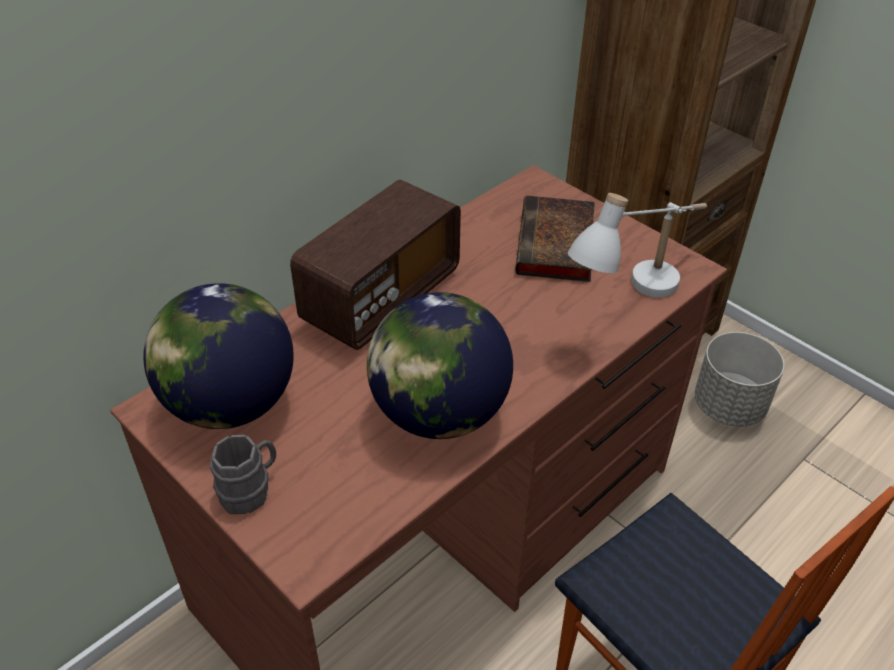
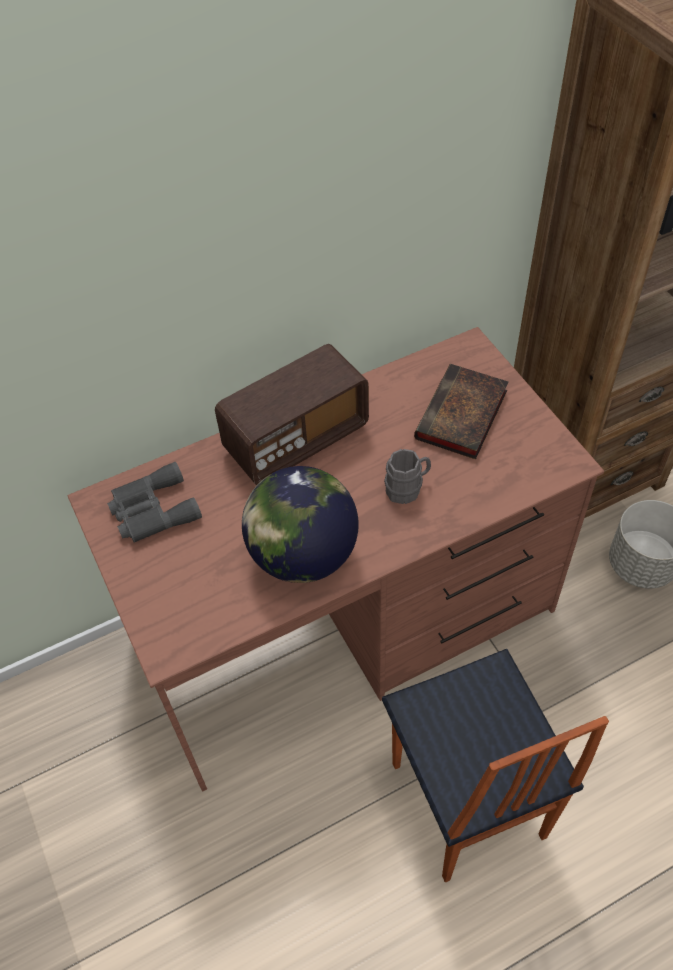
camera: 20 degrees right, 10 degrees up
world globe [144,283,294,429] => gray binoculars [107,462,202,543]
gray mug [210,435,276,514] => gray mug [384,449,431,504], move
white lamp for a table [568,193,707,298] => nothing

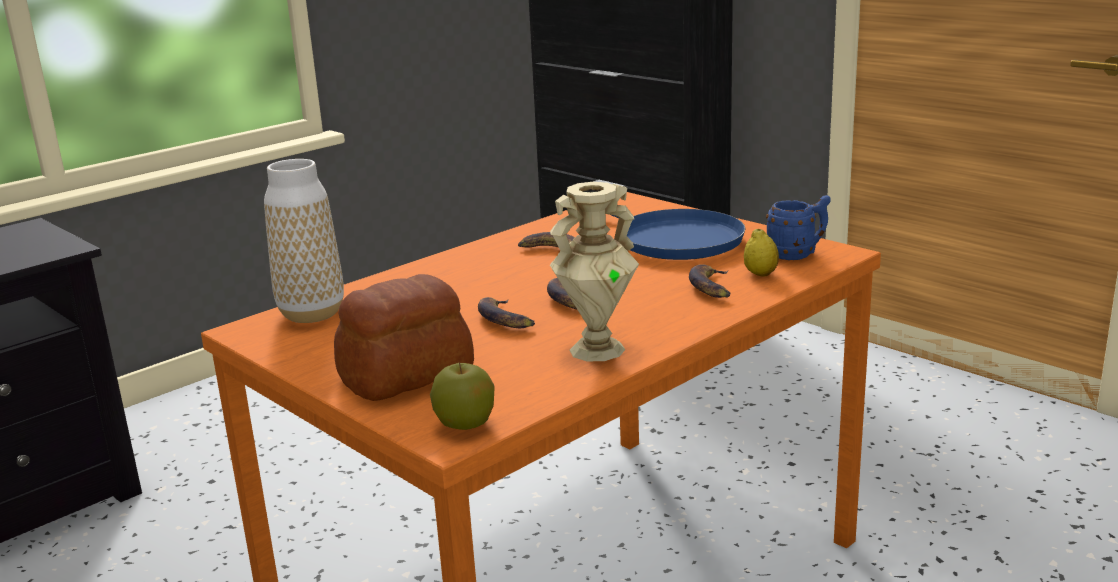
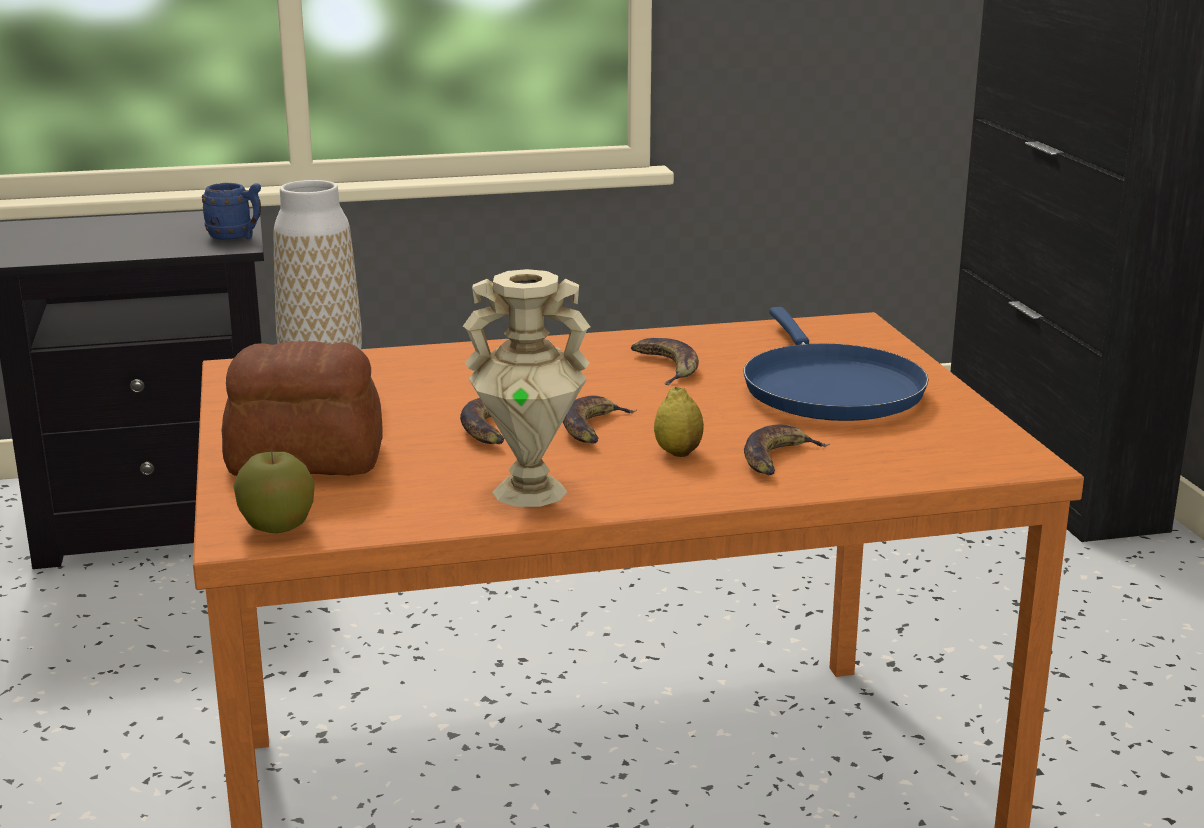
camera: 30 degrees right, 0 degrees up
bluish mug [766,195,831,260] => bluish mug [202,183,261,240], move
whole lemon [744,229,779,276] => whole lemon [654,387,704,457], move

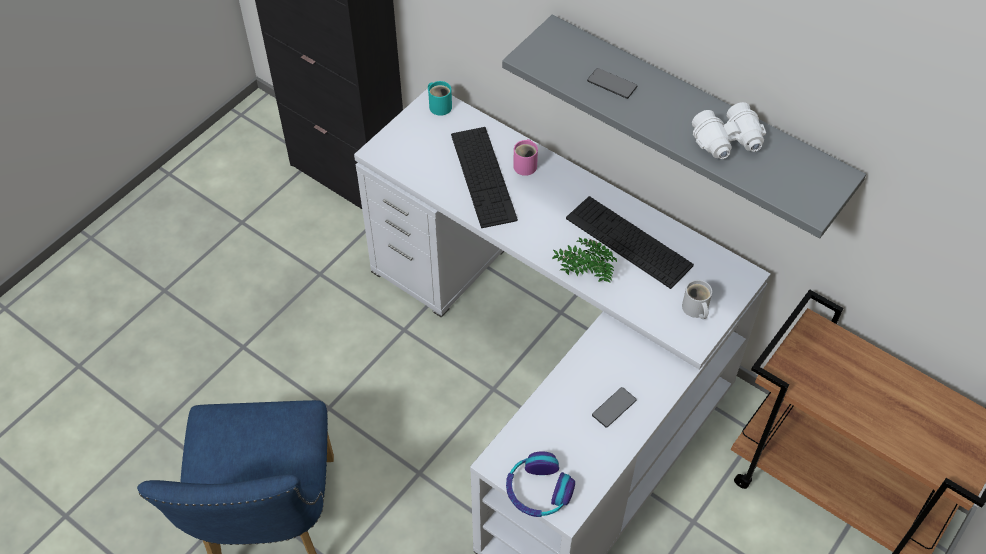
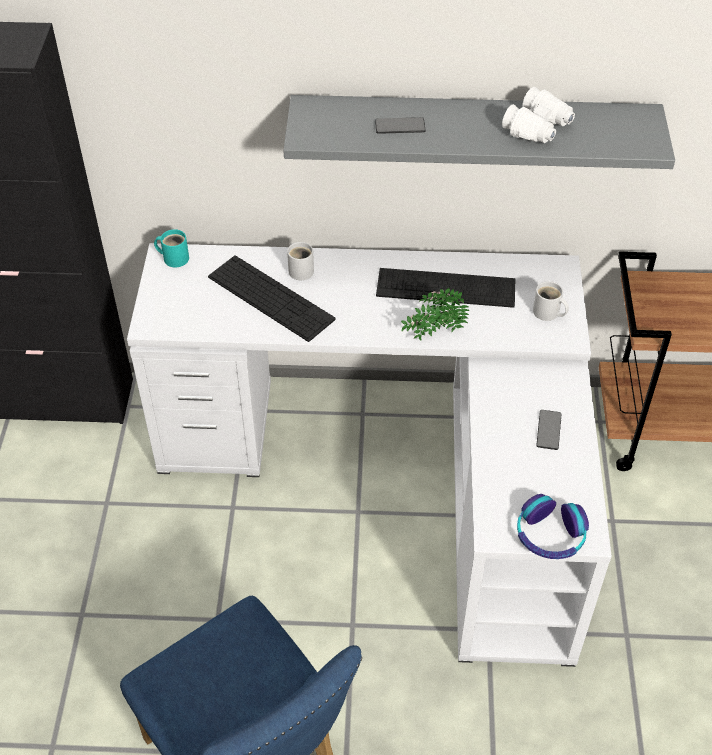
camera: 35 degrees left, 5 degrees down
pink mug [513,139,538,176] => white mug [287,242,314,280]

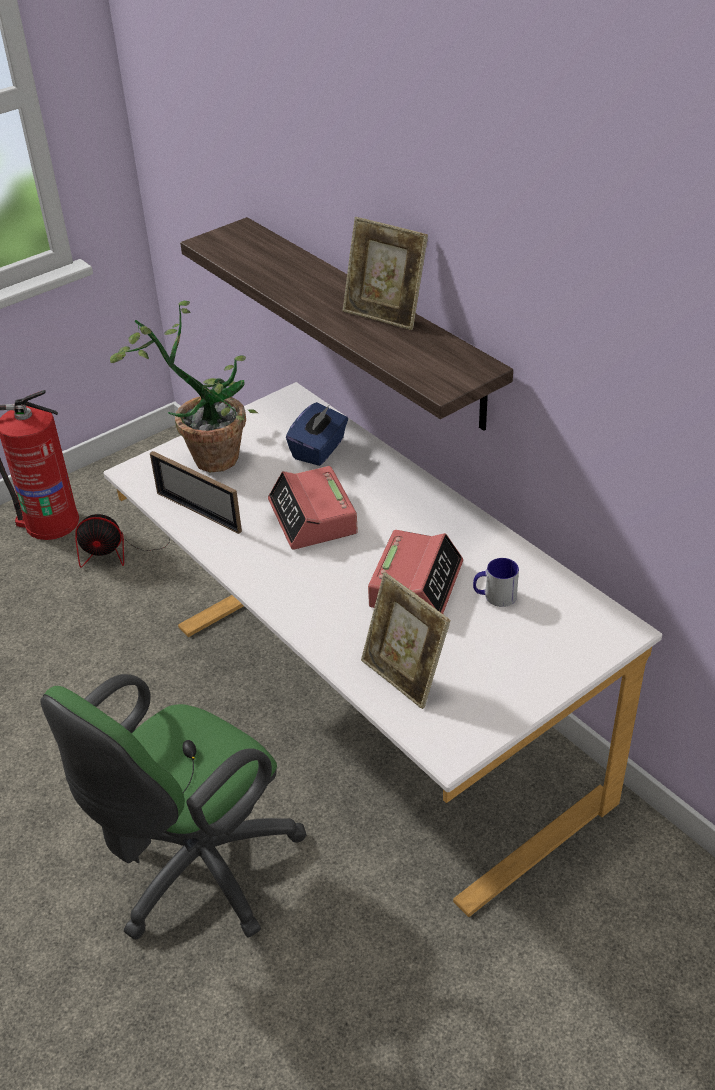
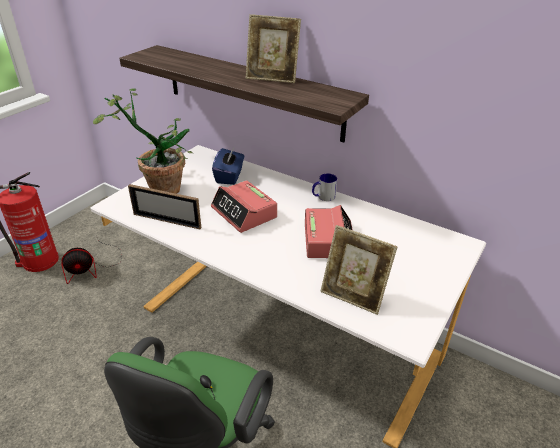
camera: 20 degrees left, 5 degrees down
mug [473,558,519,607] => mug [312,173,337,201], move

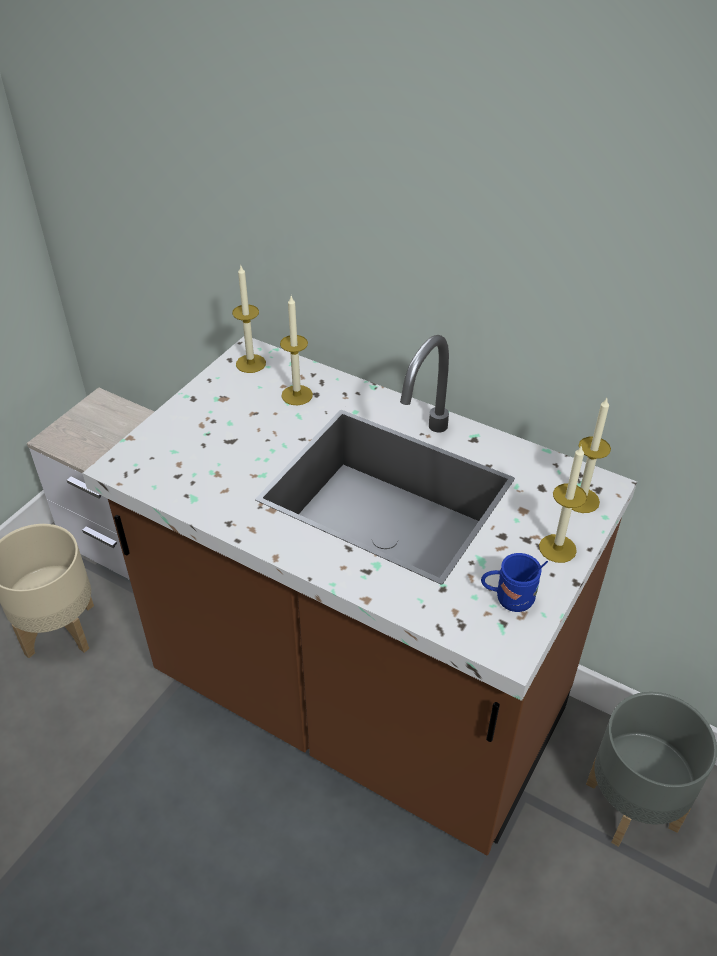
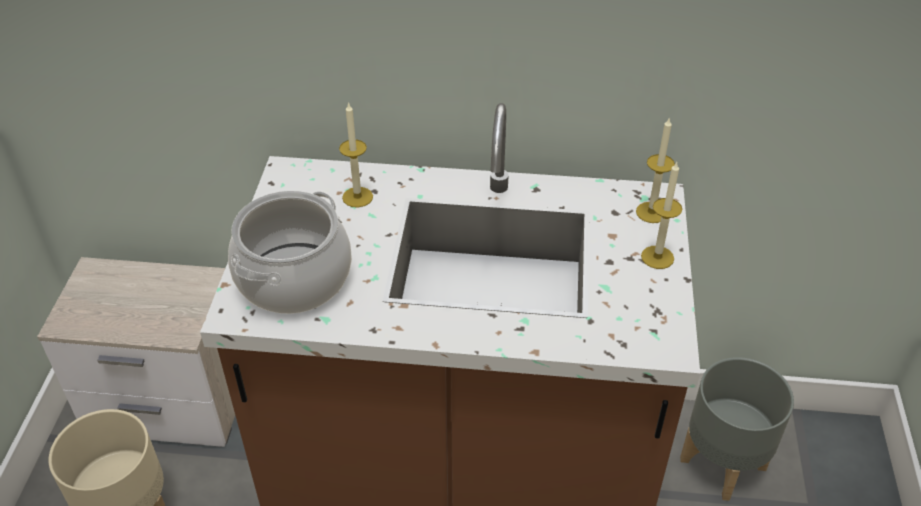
camera: 25 degrees left, 0 degrees up
nothing => saucepot [228,191,352,314]
candle [232,266,266,373] => nothing
bluish mug [481,553,548,612] => nothing

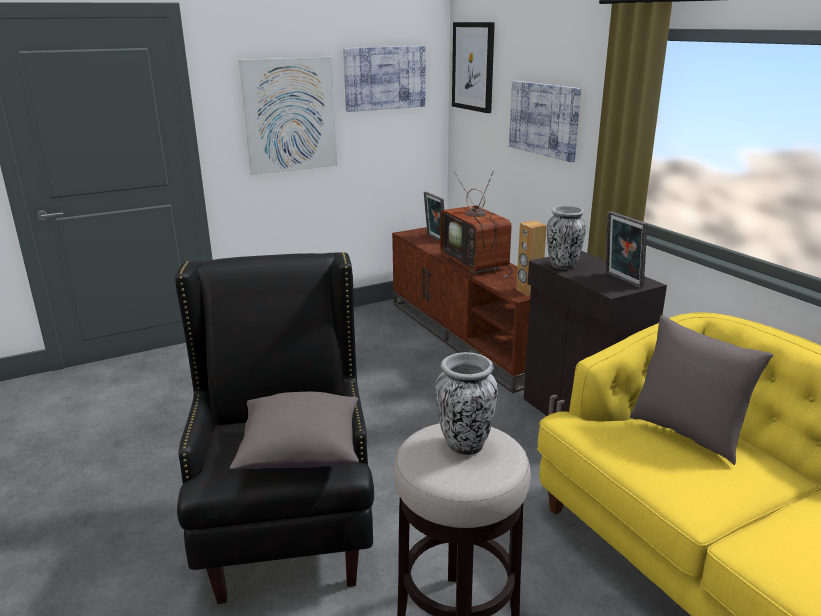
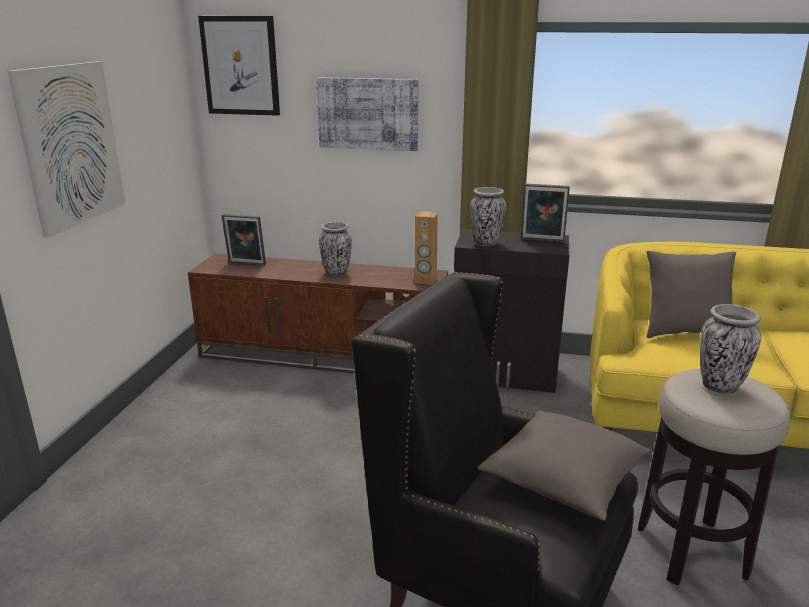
camera: 50 degrees left, 0 degrees up
television [440,171,513,278] => flower vase [319,222,352,276]
wall picture [343,46,425,112] => nothing

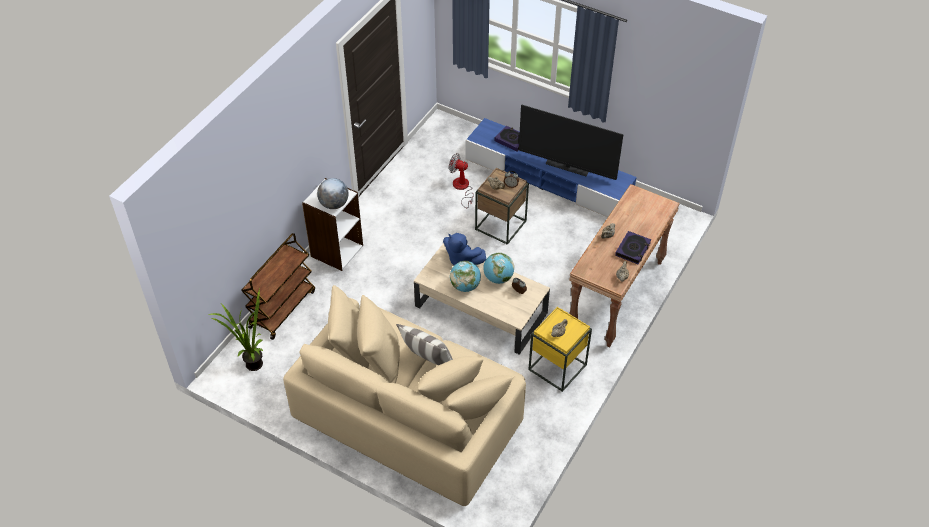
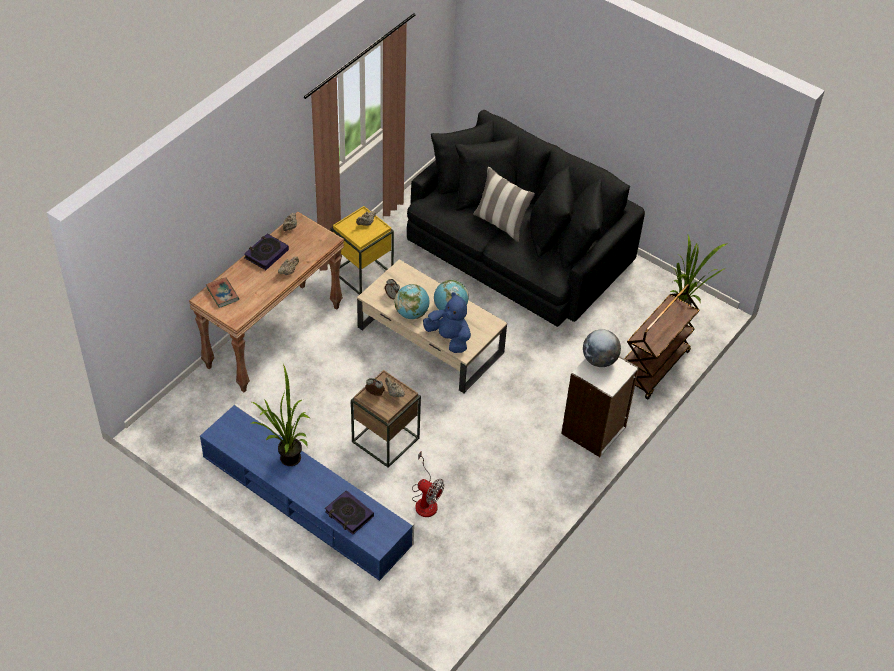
camera: 175 degrees left, 0 degrees up
nothing => book [206,277,239,308]
television [519,105,623,180] => potted plant [252,364,310,466]
beige sofa [283,285,526,506] => blackish sofa [407,110,645,327]

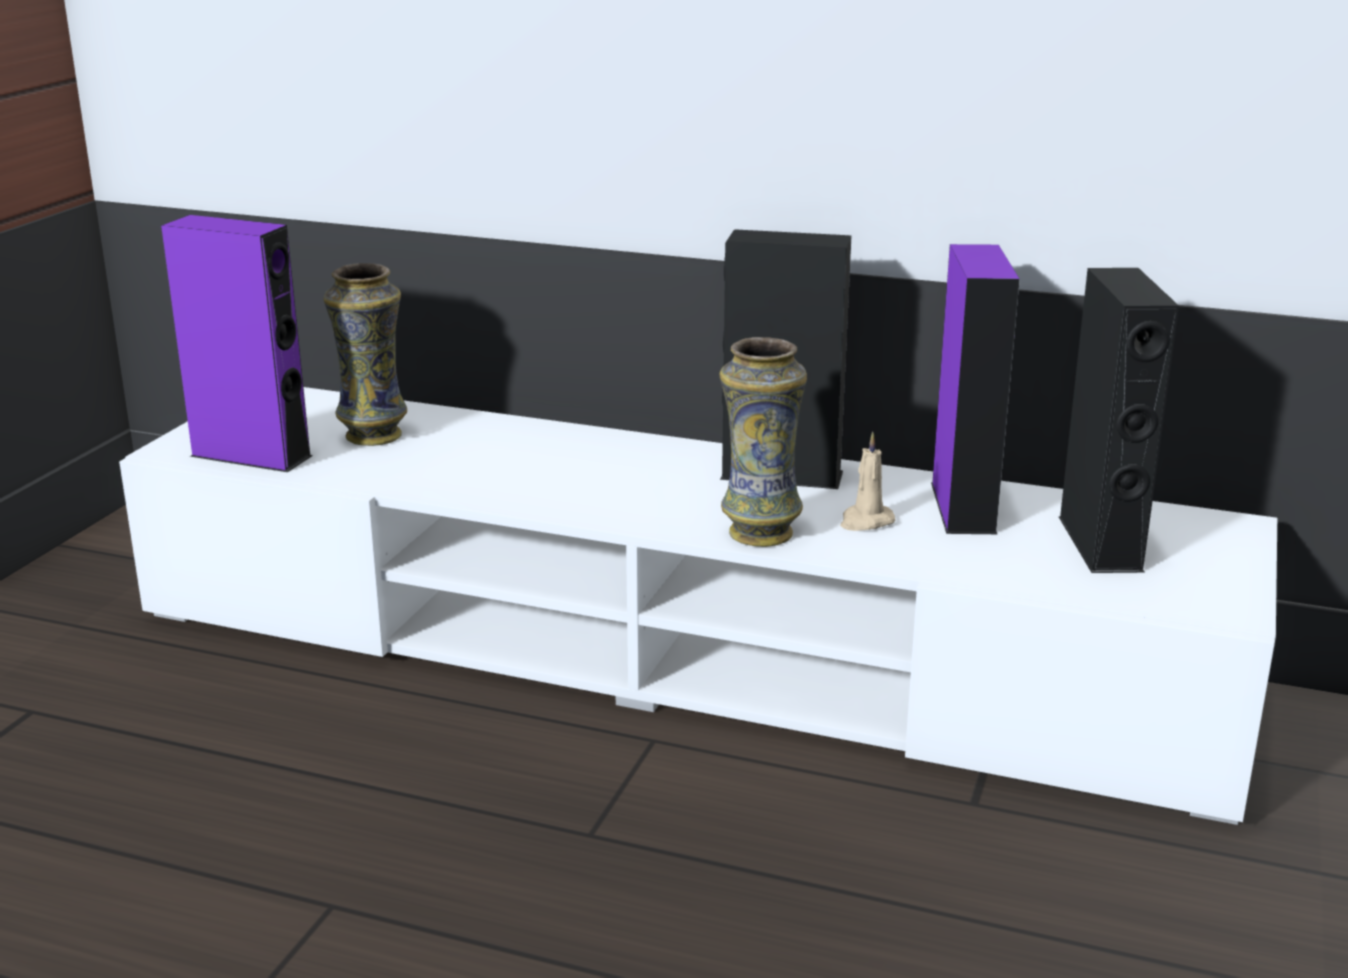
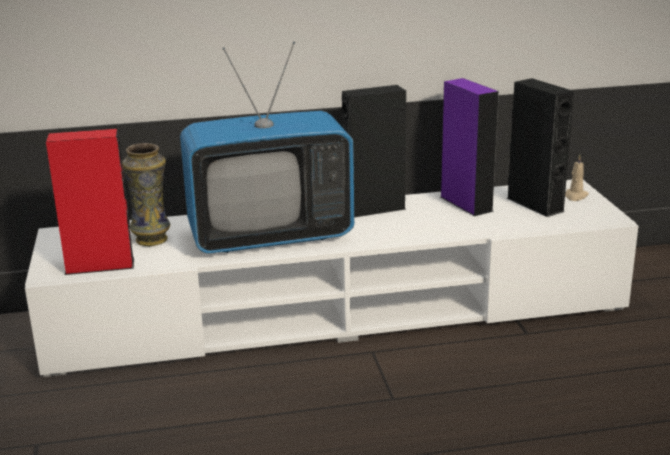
camera: 30 degrees left, 0 degrees up
purple-coloured loudspeaker [161,215,313,472] => reddish loudspeaker [46,129,134,275]
nothing => television [180,42,354,253]
beige candle [840,432,895,531] => beige candle [565,154,589,201], move
flower vase [720,337,807,547] => nothing

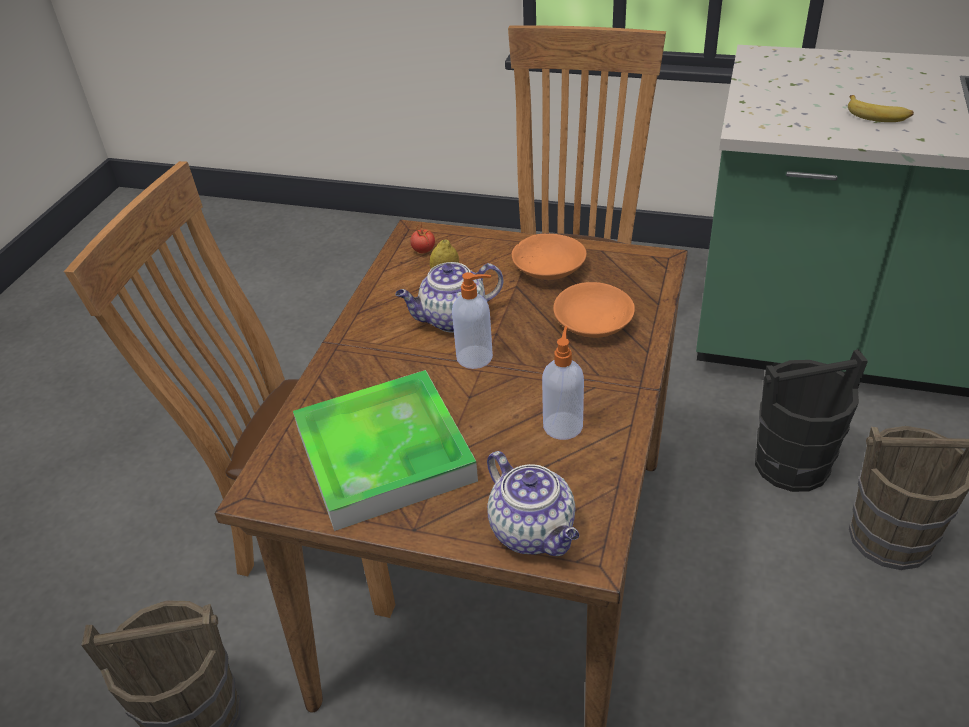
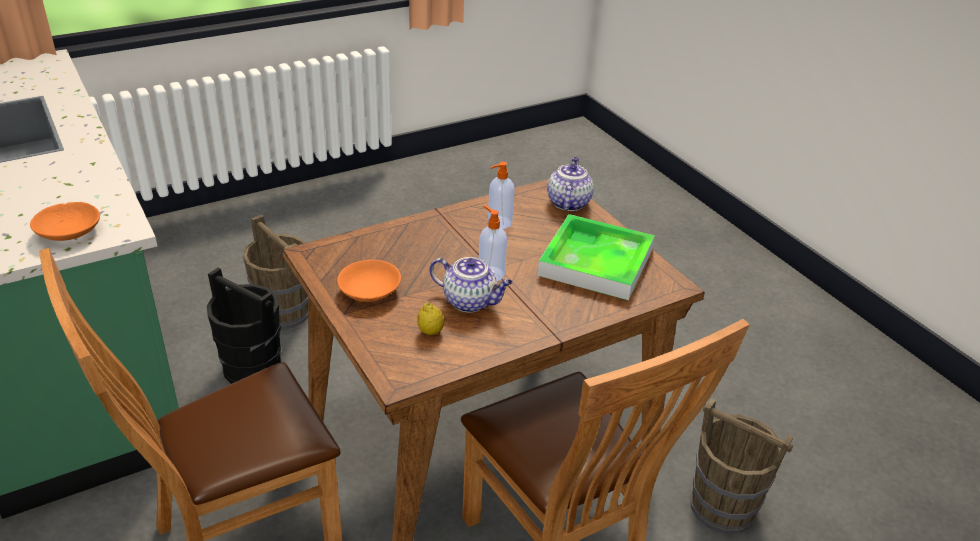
camera: 140 degrees left, 5 degrees down
orange serving bowl [553,282,635,338] => orange serving bowl [30,202,100,241], move
fresh tomato [410,224,435,253] => nothing
banana [848,95,914,122] => nothing

